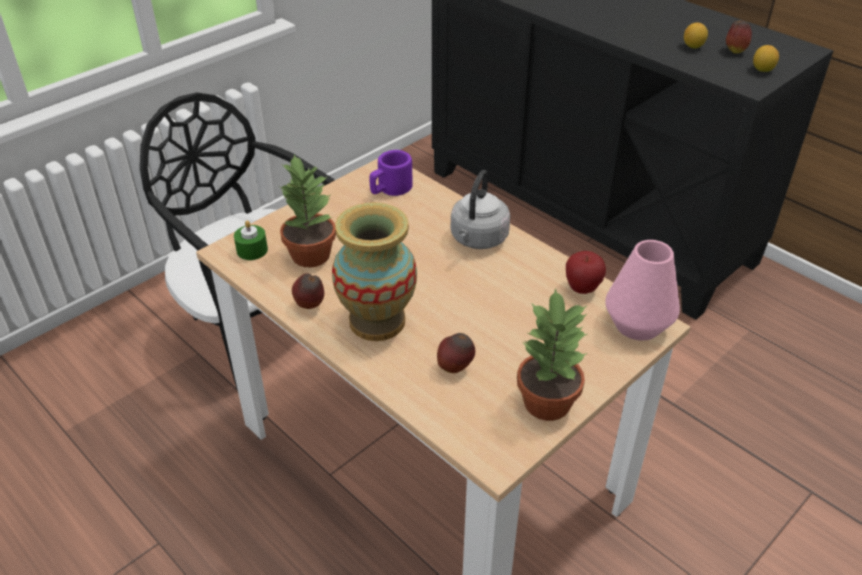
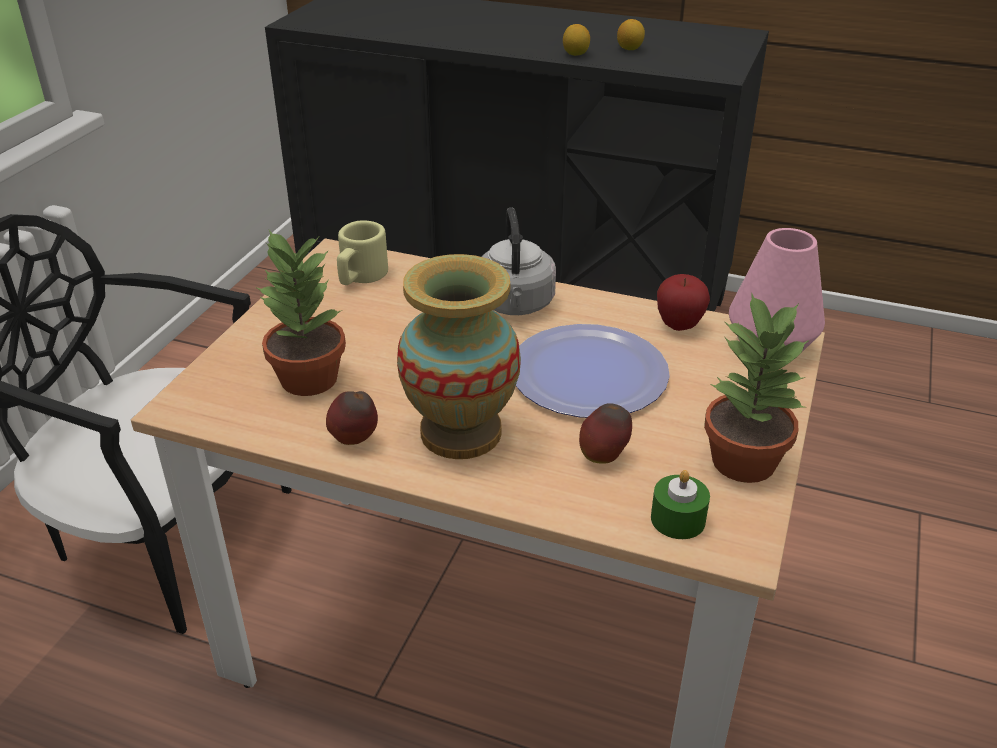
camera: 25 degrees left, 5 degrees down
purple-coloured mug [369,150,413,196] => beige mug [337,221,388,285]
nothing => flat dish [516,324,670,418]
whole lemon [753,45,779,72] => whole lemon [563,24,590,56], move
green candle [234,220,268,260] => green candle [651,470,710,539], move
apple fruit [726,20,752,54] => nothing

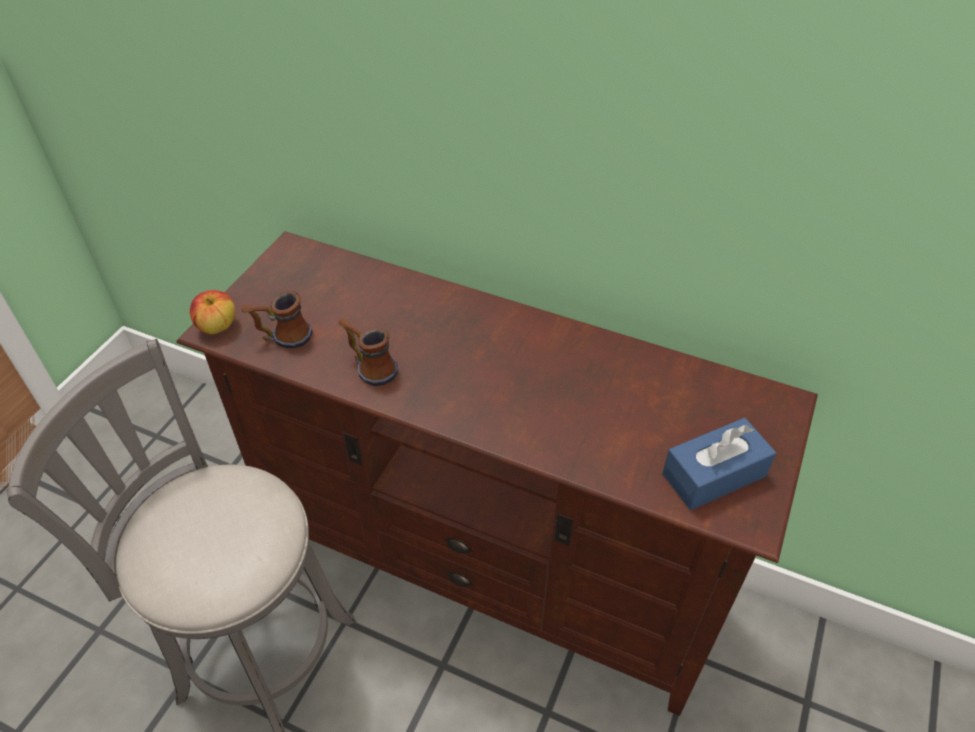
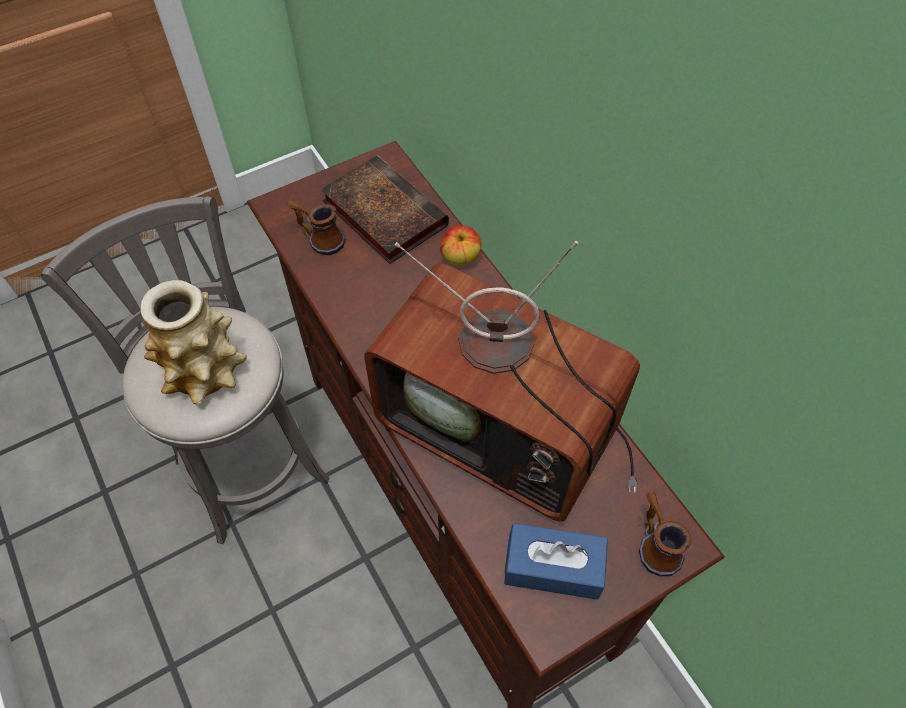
camera: 35 degrees right, 10 degrees up
nothing => flower vase [140,280,247,405]
nothing => book [320,155,449,264]
nothing => television [364,241,640,522]
apple fruit [190,290,236,334] => apple fruit [440,225,481,266], move
mug [339,318,398,386] => mug [639,492,692,576], move

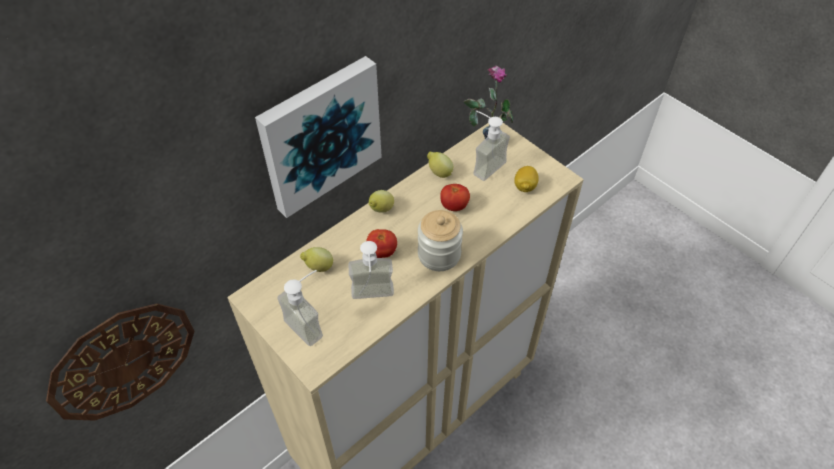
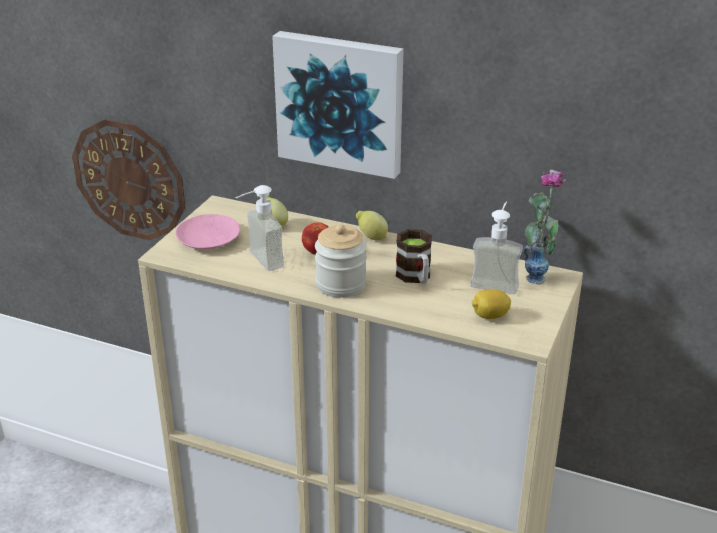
camera: 65 degrees right, 20 degrees down
soap dispenser [277,270,323,346] => pink flat dish [176,214,240,249]
fresh tomato [440,184,470,211] => mug [396,229,432,283]
whole lemon [427,152,453,178] => nothing

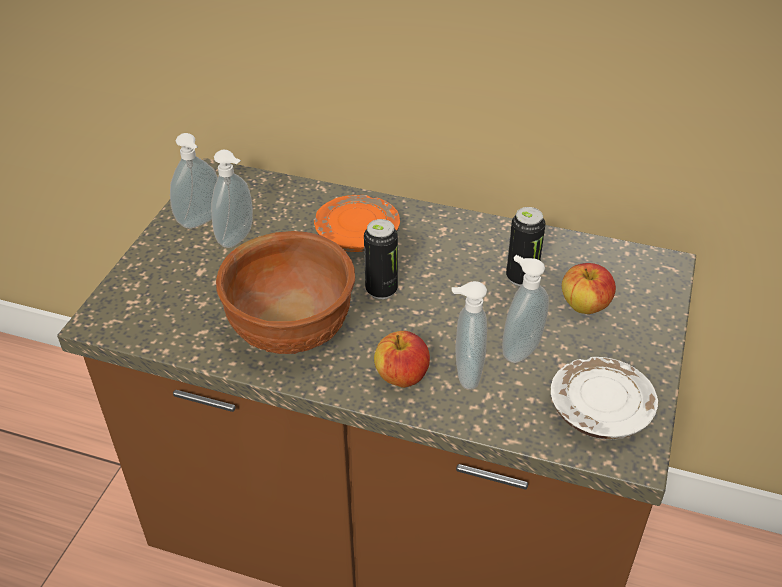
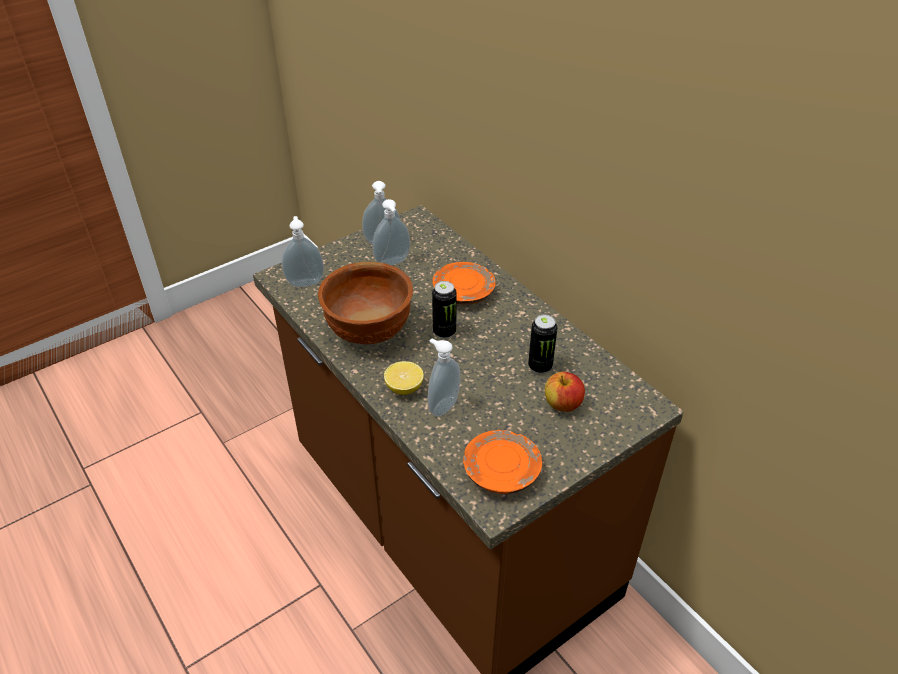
camera: 35 degrees right, 0 degrees up
soap dispenser [502,255,549,363] => soap dispenser [282,216,324,287], move
apple fruit [374,331,430,388] => whole lemon [384,361,424,395]
white flat dish [551,357,658,440] => orange flat dish [463,430,542,494]

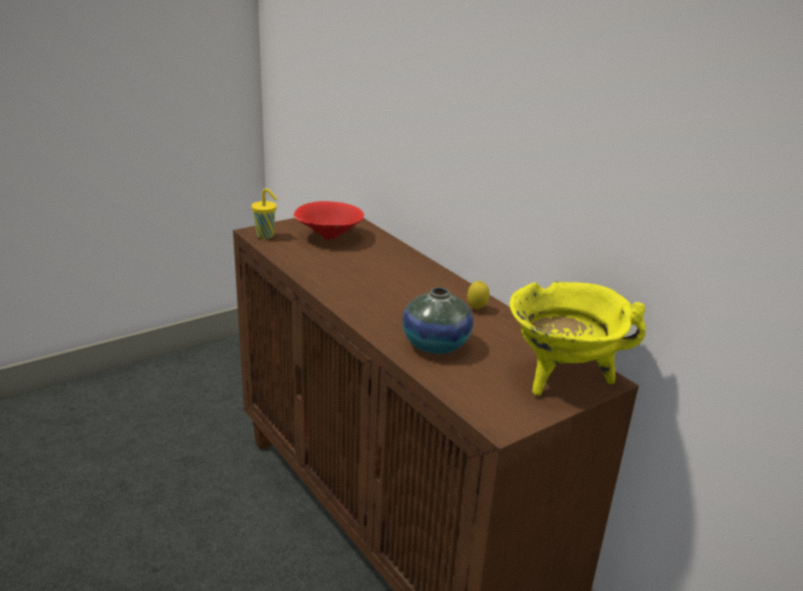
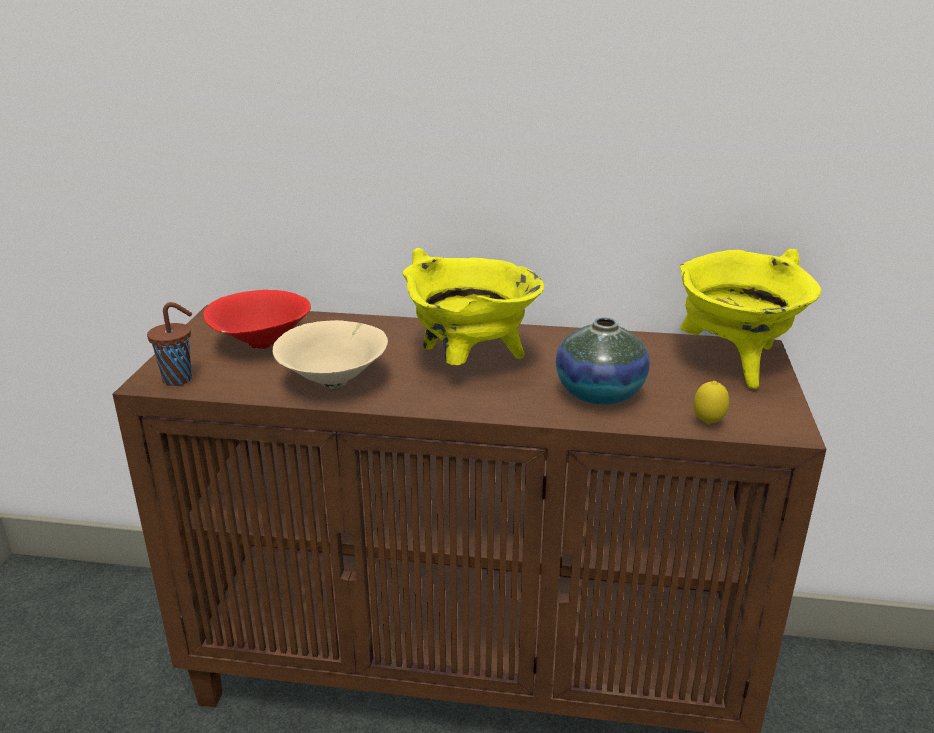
camera: 45 degrees left, 0 degrees up
yellow cup [251,188,277,239] => brownish cup [147,302,192,386]
nothing => beige serving bowl [273,320,388,388]
nothing => yellow saucepot [402,248,544,366]
whole lemon [467,281,490,310] => whole lemon [694,381,729,424], move

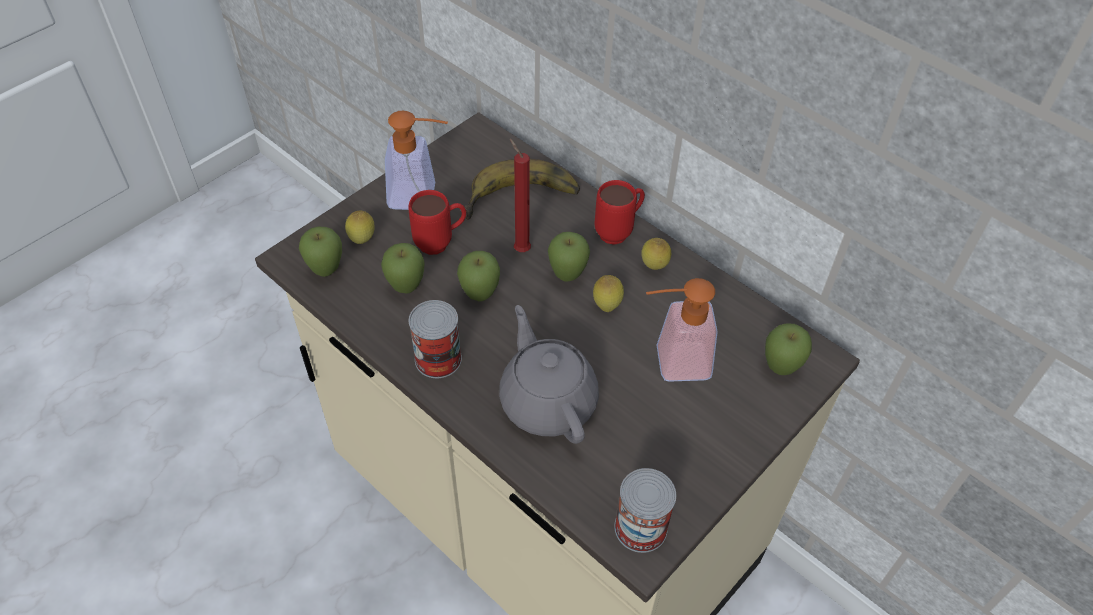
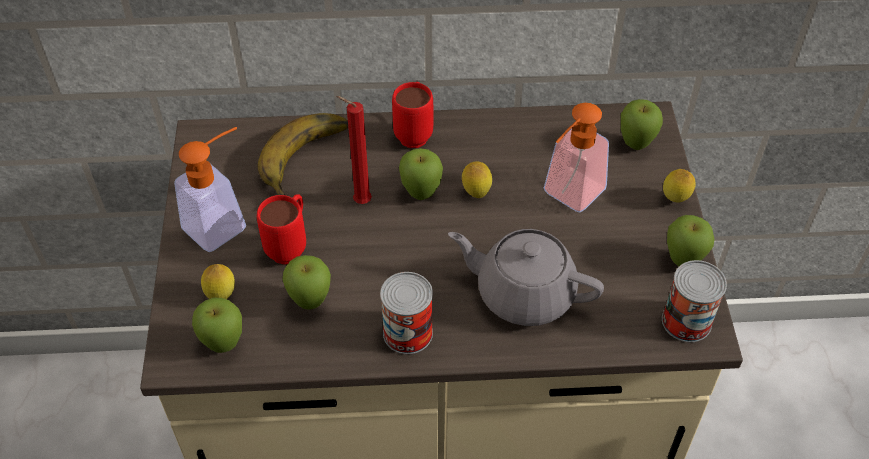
camera: 45 degrees left, 0 degrees up
whole lemon [641,238,671,270] => whole lemon [663,169,696,203], move
apple fruit [457,251,500,301] => apple fruit [667,215,714,266], move

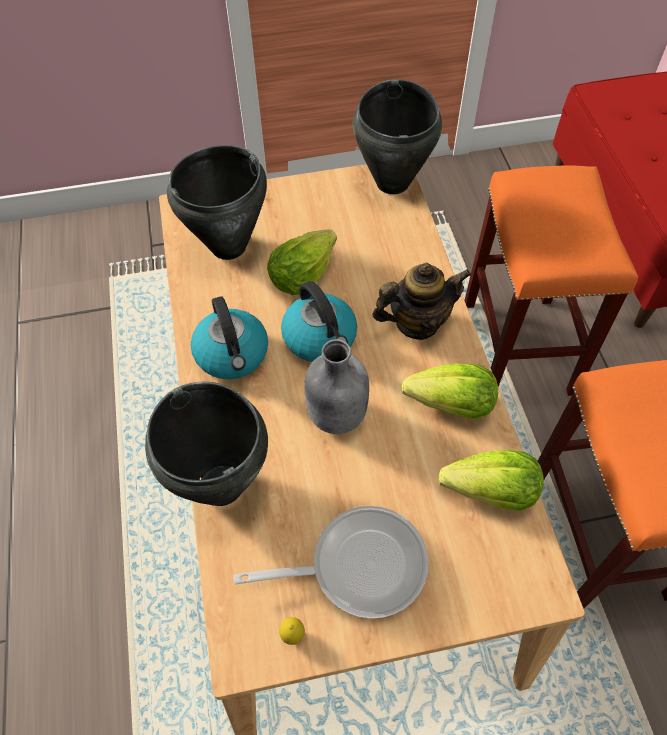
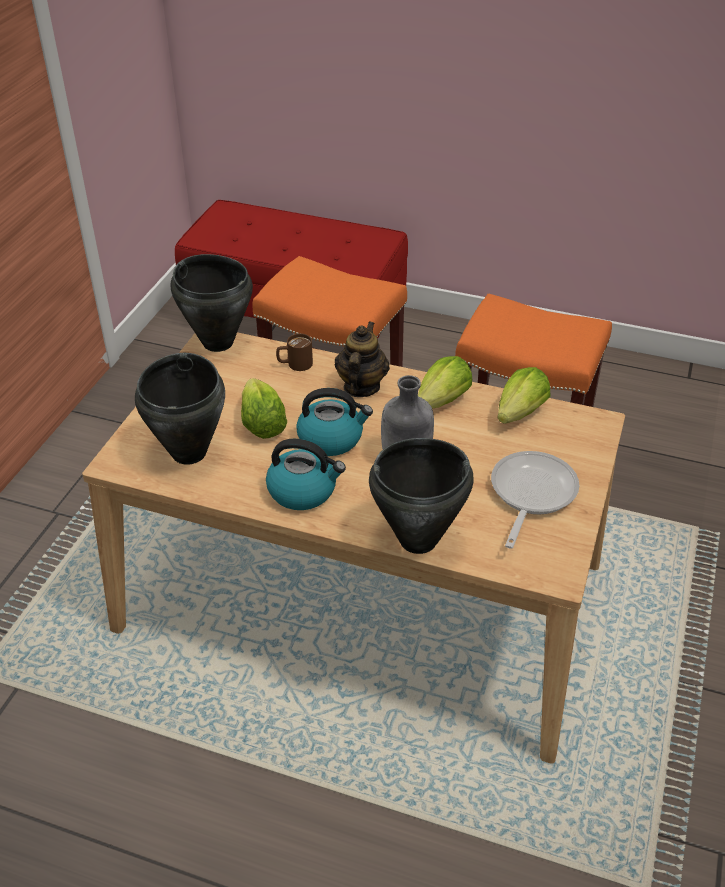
camera: 60 degrees left, 15 degrees down
nothing => brownish mug [276,333,313,371]
whole lemon [279,617,305,645] => nothing

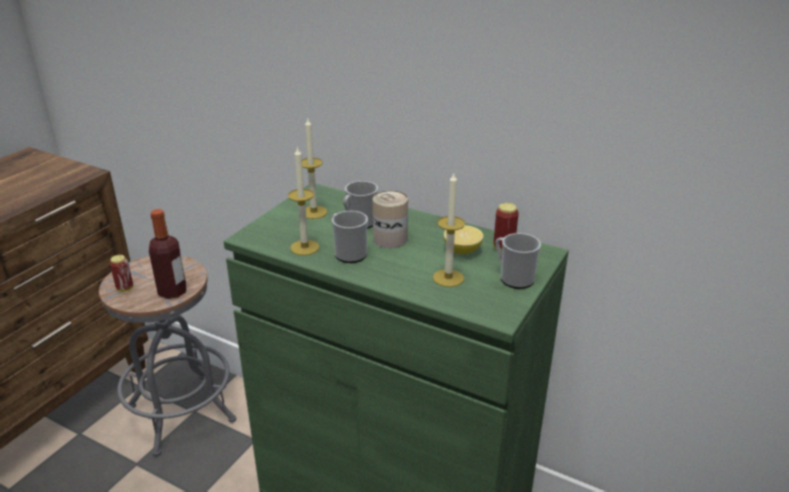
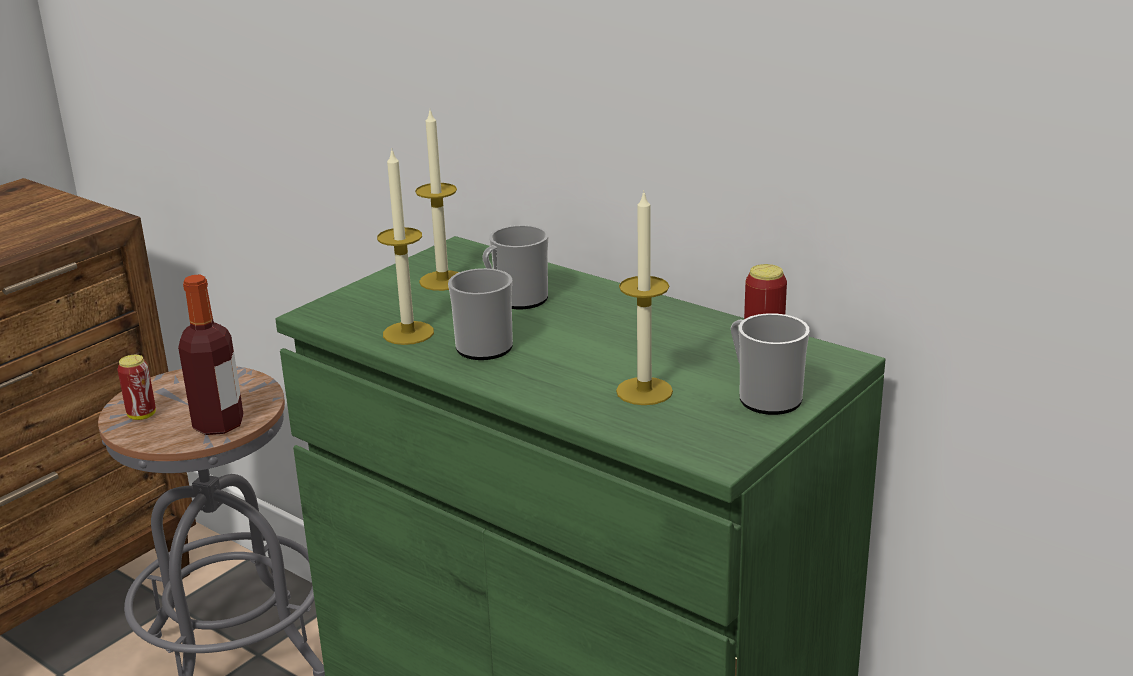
camera: 10 degrees right, 5 degrees down
sealed can [373,190,408,248] => nothing
whole lemon [444,225,483,254] => nothing

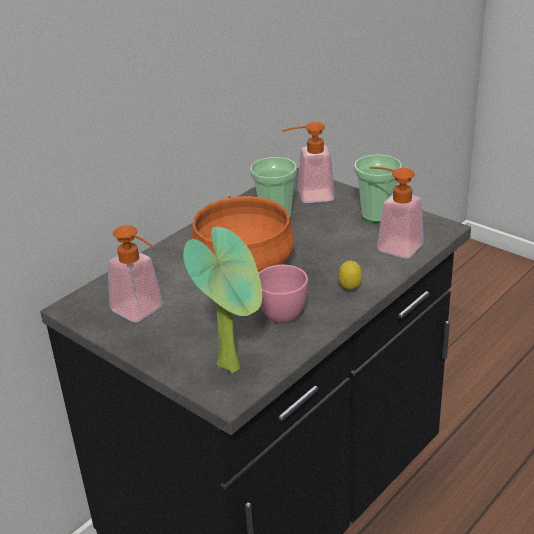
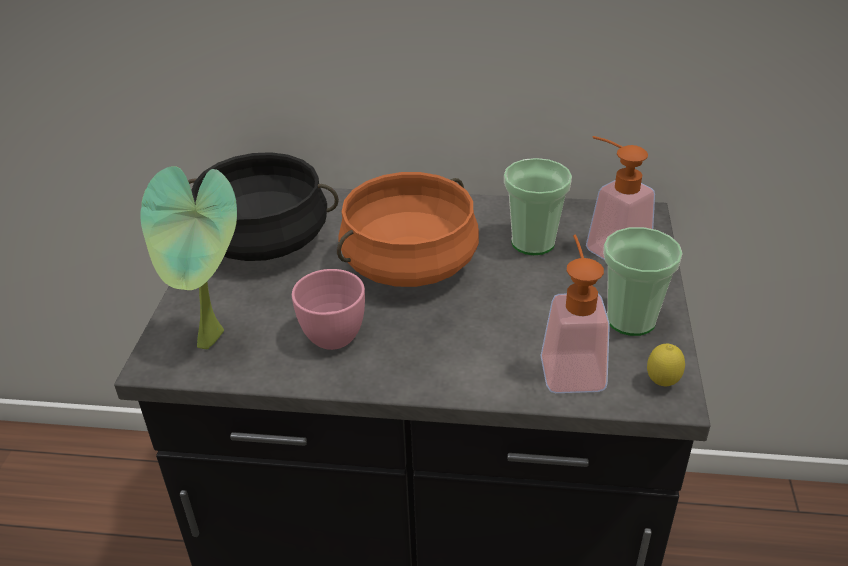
camera: 55 degrees right, 5 degrees up
soap dispenser [107,225,163,323] => blackish saucepot [188,152,339,261]
whole lemon [338,261,362,290] => whole lemon [647,344,685,386], move

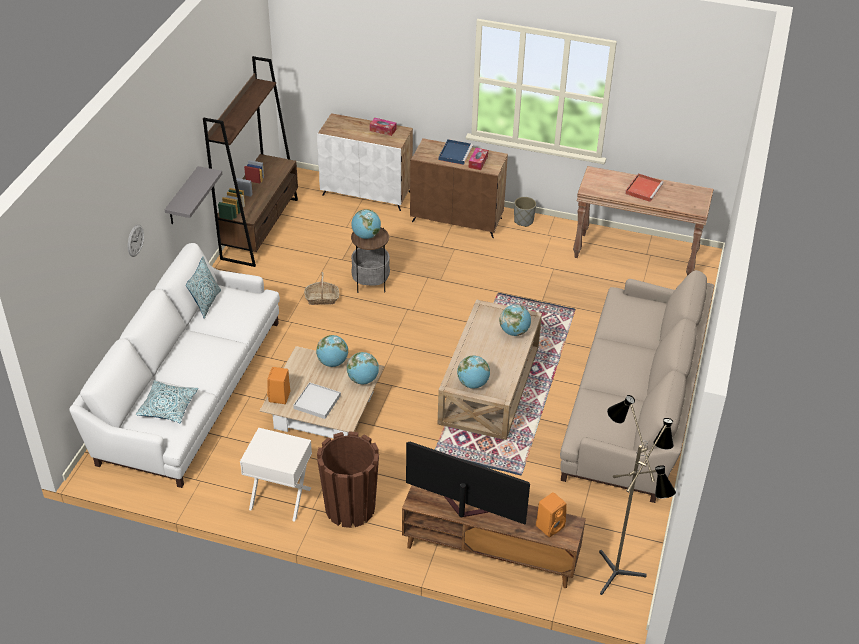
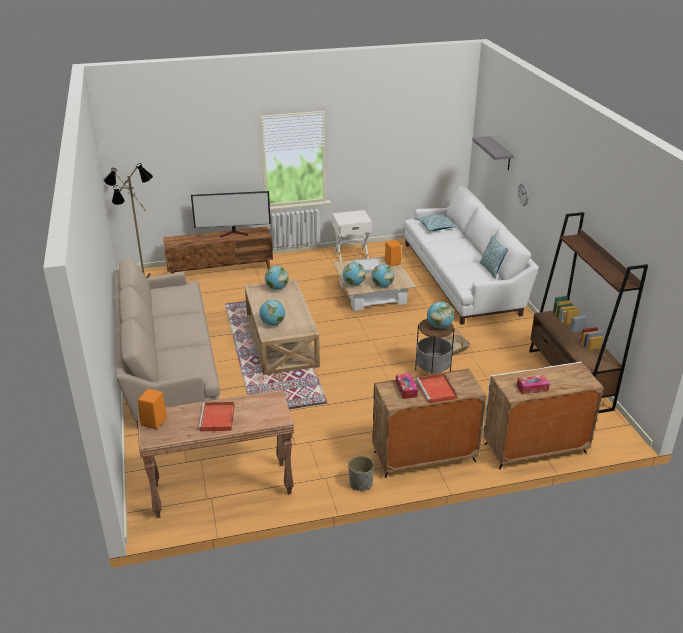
camera: 150 degrees right, 10 degrees down
orange loudspeaker [536,492,567,537] => orange loudspeaker [138,389,167,429], move
bluish carrying tray [439,139,473,165] => reddish carrying tray [416,373,458,404]
gray bracket shelf [165,166,222,224] => gray bracket shelf [472,136,514,170], move
brownish plant pot [317,431,379,528] => nothing

